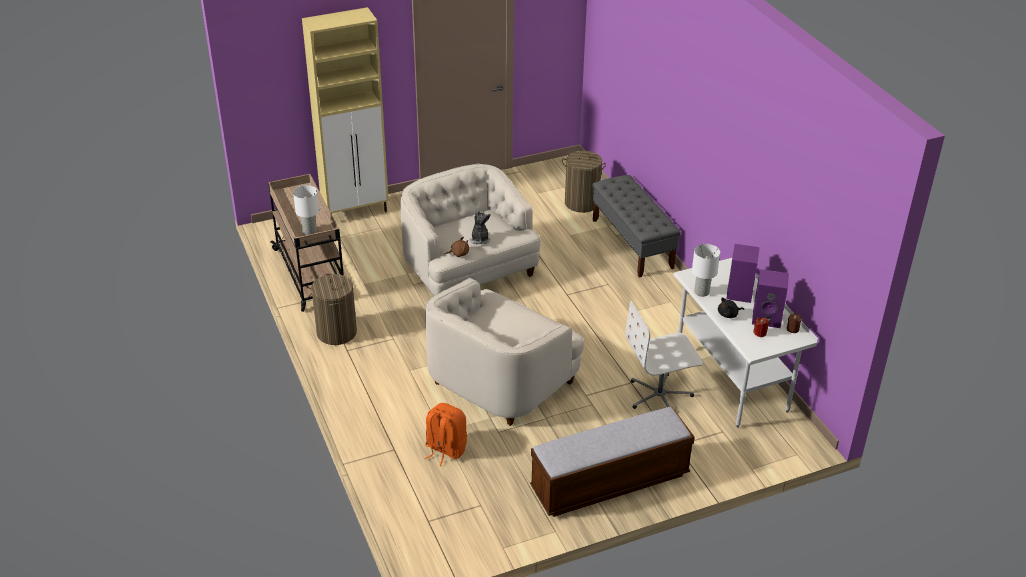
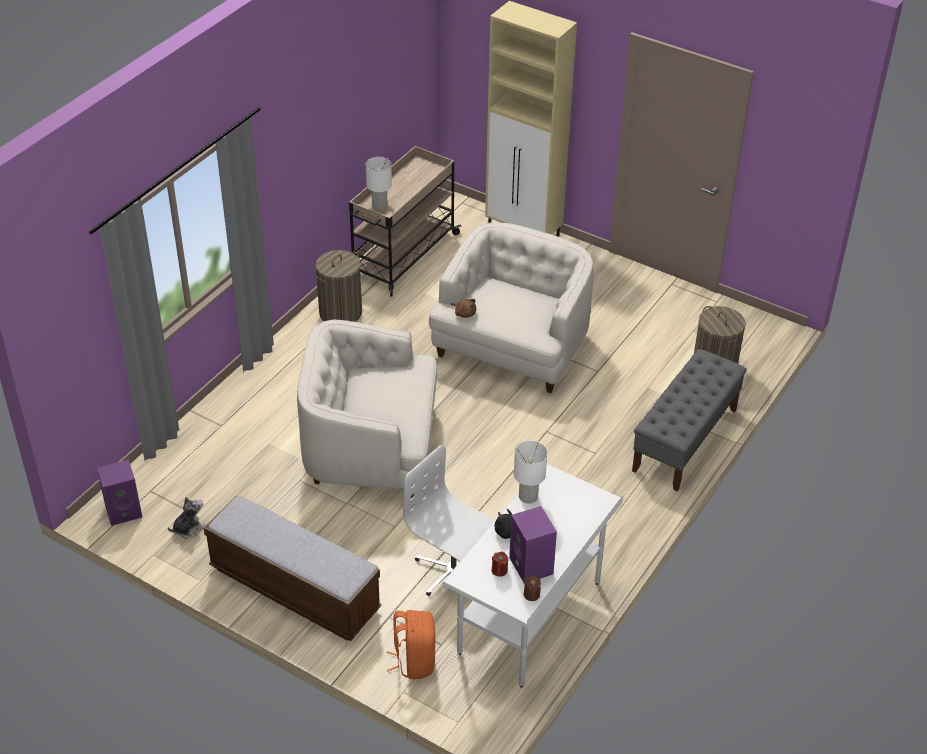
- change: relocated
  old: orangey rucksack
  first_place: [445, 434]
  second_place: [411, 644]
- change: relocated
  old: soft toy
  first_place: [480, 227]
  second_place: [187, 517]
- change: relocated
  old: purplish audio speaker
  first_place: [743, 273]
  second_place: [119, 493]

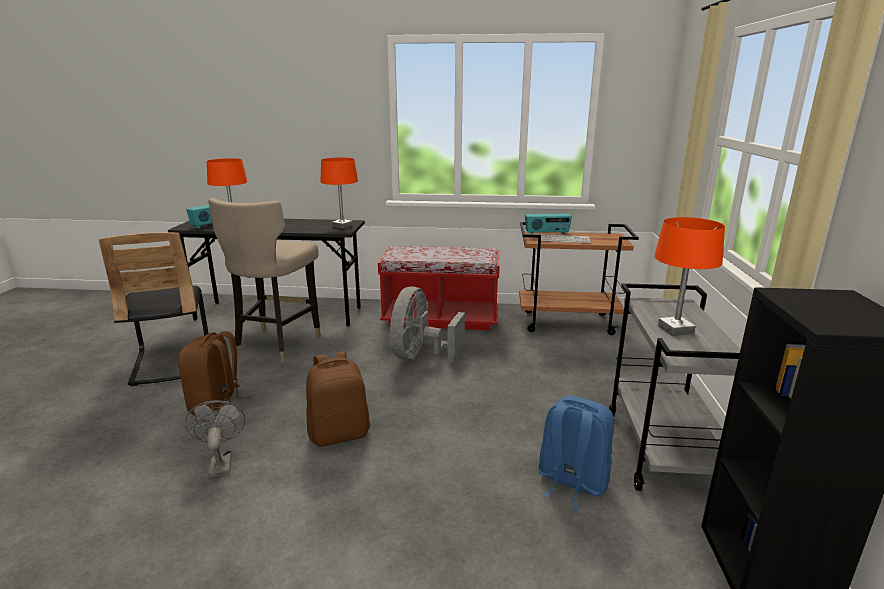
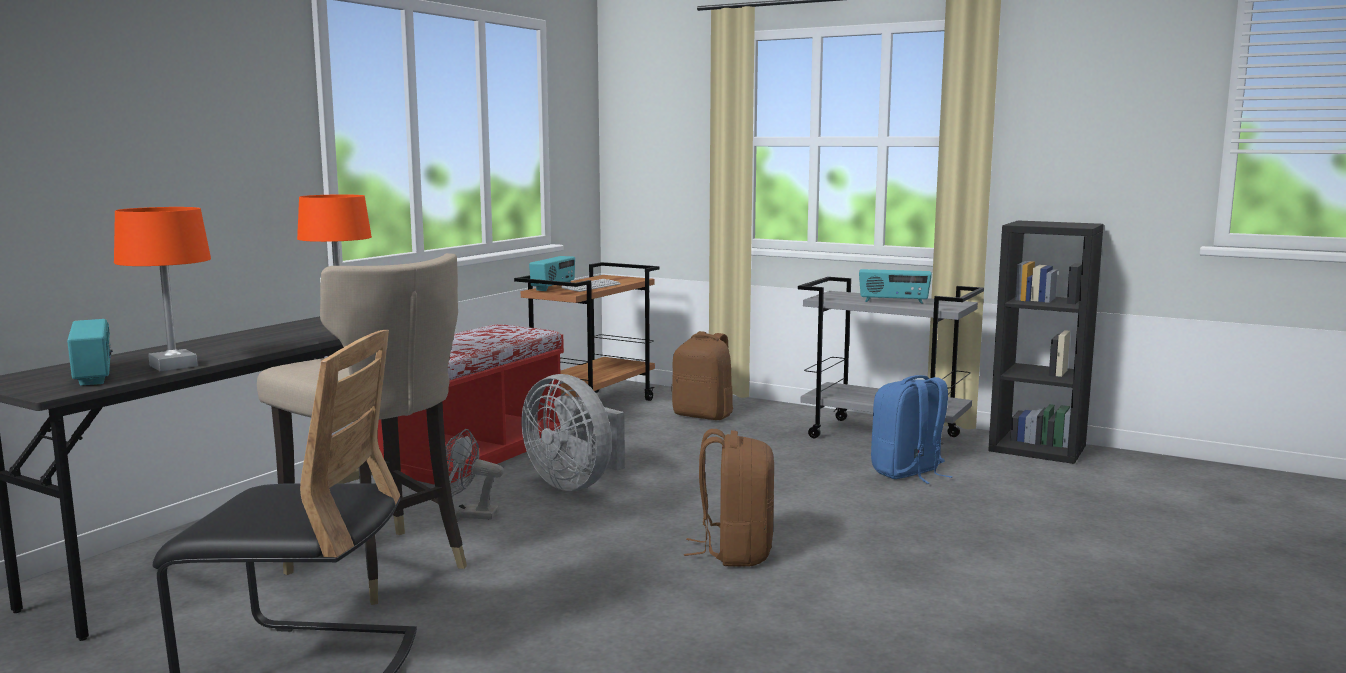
- change: relocated
  old: brown rucksack
  first_place: [215, 373]
  second_place: [702, 375]
- change: relocated
  old: grey cooling fan
  first_place: [215, 438]
  second_place: [475, 474]
- change: exchanged
  old: orangey lamp for a table
  new: radio receiver
  first_place: [689, 276]
  second_place: [895, 286]

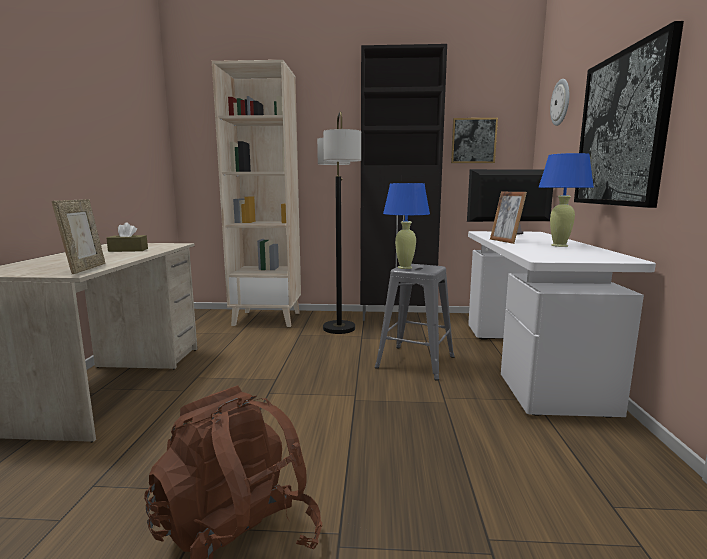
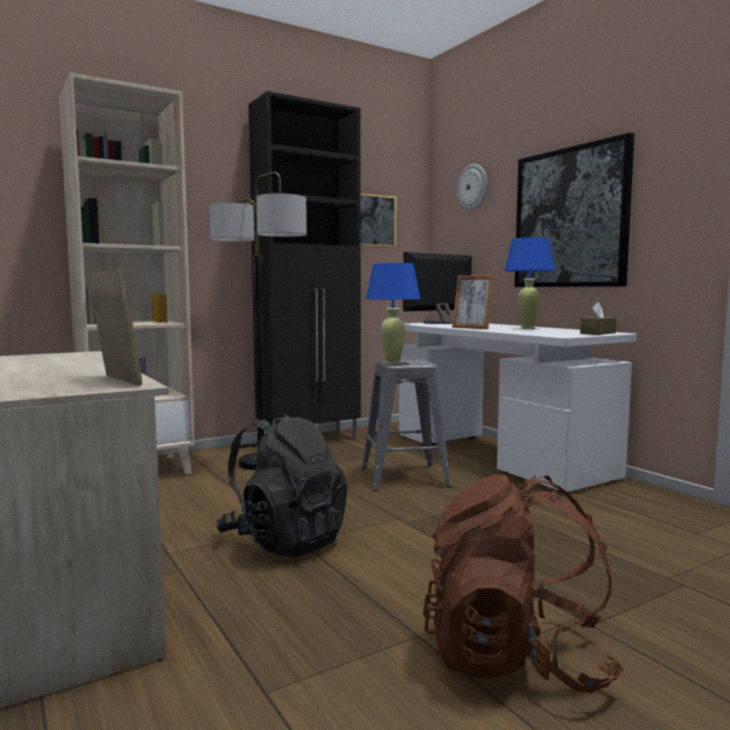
- change: appeared
  new: black-coloured rucksack
  second_place: [282, 486]
- change: relocated
  old: brown tissue box
  first_place: [127, 237]
  second_place: [598, 318]

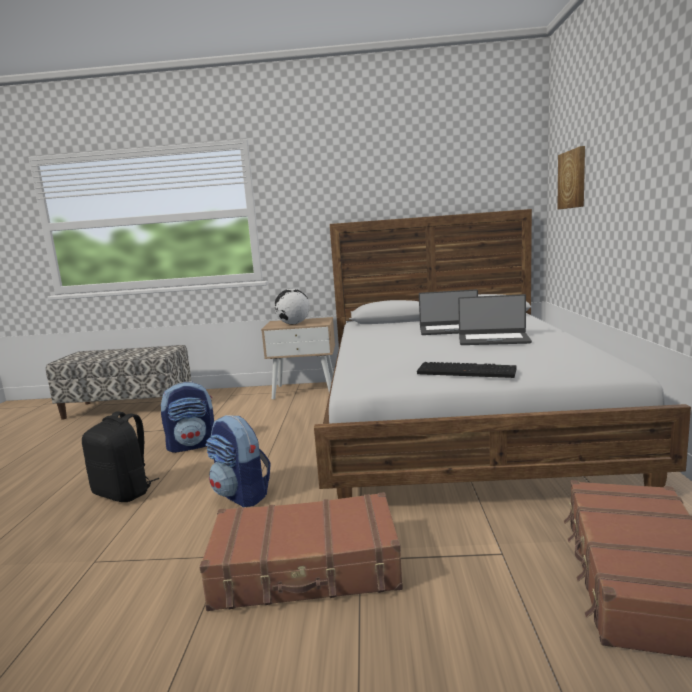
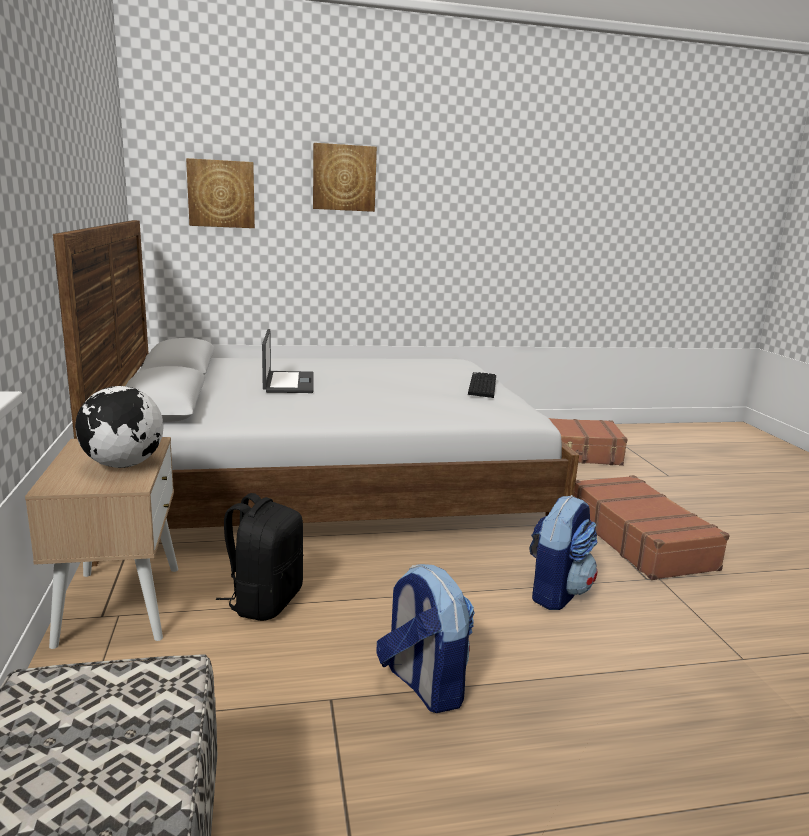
- change: missing
  old: laptop
  first_place: [495, 319]
- change: appeared
  new: wall picture
  second_place: [345, 177]
- change: relocated
  old: black-coloured rucksack
  first_place: [120, 456]
  second_place: [259, 557]

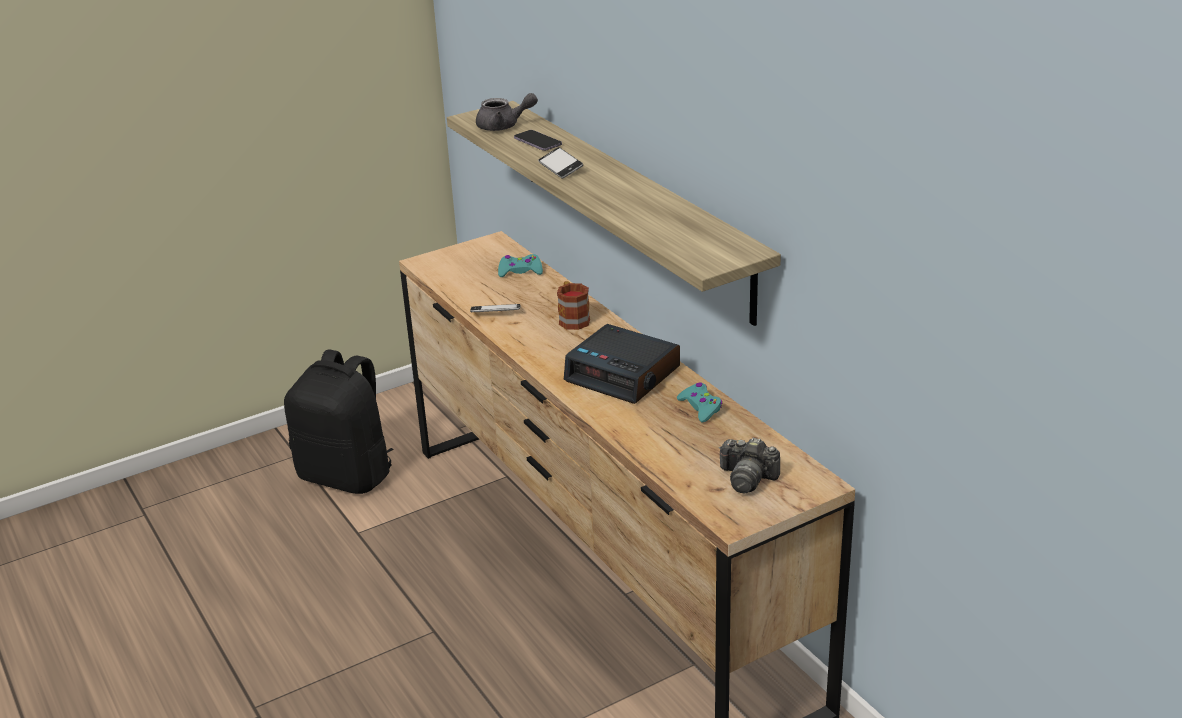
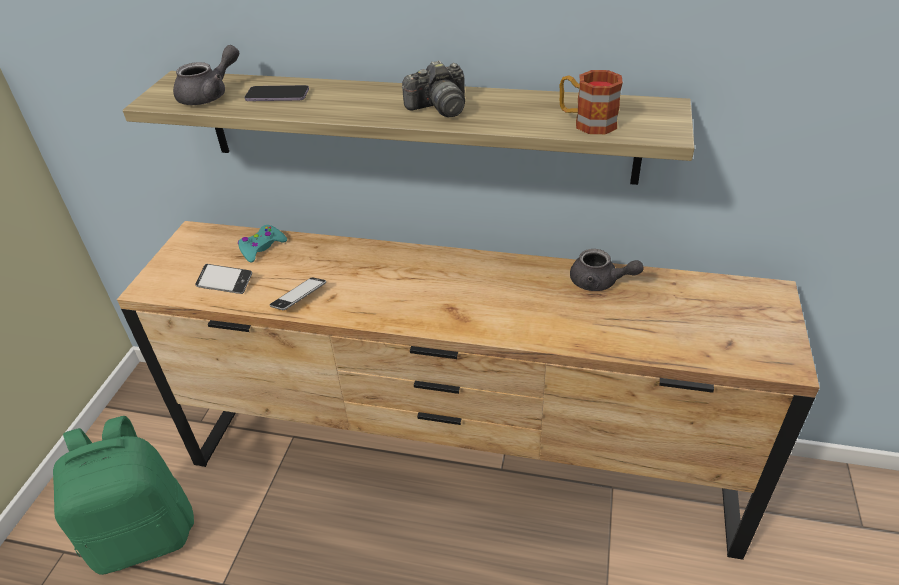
- change: missing
  old: alarm clock
  first_place: [622, 364]
- change: relocated
  old: handset
  first_place: [560, 162]
  second_place: [223, 279]
- change: relocated
  old: mug
  first_place: [573, 305]
  second_place: [591, 102]
- change: relocated
  old: photo camera
  first_place: [749, 465]
  second_place: [433, 88]
- change: exchanged
  old: turquoise gamepad
  new: grey teapot
  first_place: [699, 402]
  second_place: [607, 270]
- change: colour
  old: black-coloured rucksack
  new: greenish rucksack
  first_place: [339, 421]
  second_place: [123, 495]

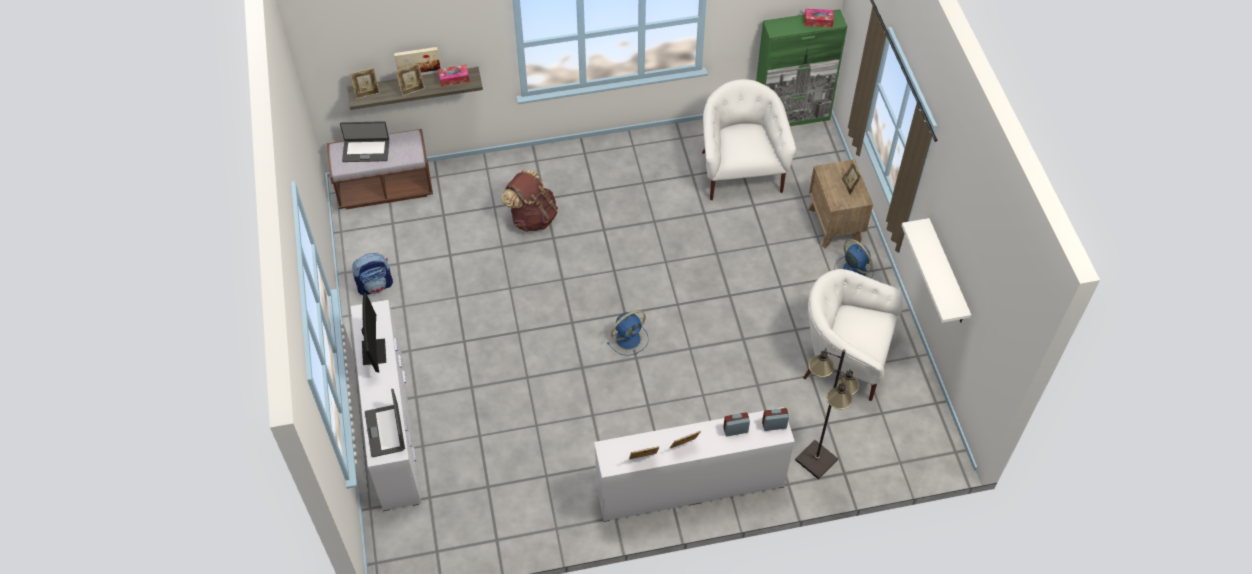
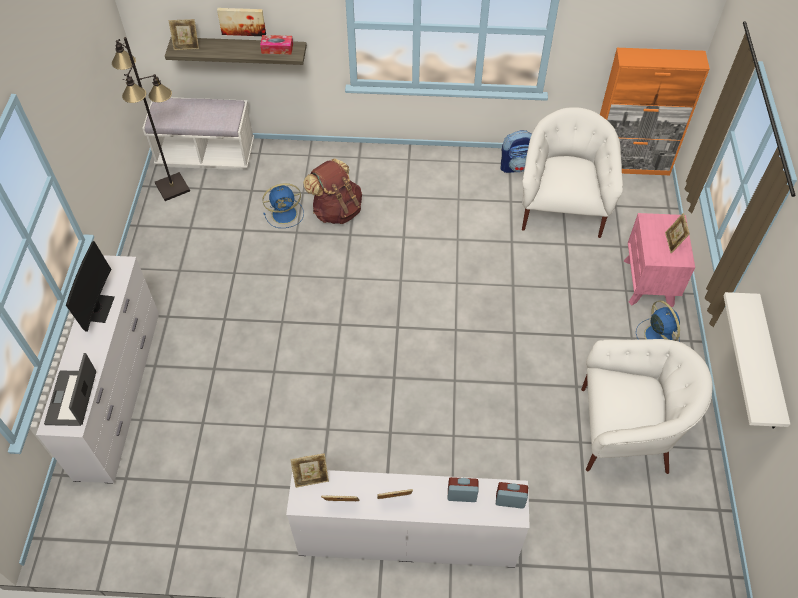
- change: missing
  old: laptop
  first_place: [364, 141]
- change: missing
  old: tissue box
  first_place: [819, 18]
- change: relocated
  old: rucksack
  first_place: [372, 274]
  second_place: [516, 151]
- change: relocated
  old: photo frame
  first_place: [410, 79]
  second_place: [309, 470]
- change: relocated
  old: blue-coloured cooling fan
  first_place: [628, 333]
  second_place: [283, 205]
- change: relocated
  old: black-coloured standing lamp
  first_place: [827, 413]
  second_place: [151, 119]
- change: colour
  old: brown indoor bench
  new: whitish indoor bench
  first_place: [380, 169]
  second_place: [198, 133]
- change: colour
  old: greenish storage cabinet
  new: orangey storage cabinet
  first_place: [802, 67]
  second_place: [655, 111]
- change: colour
  old: brown bedside table
  new: pink-coloured bedside table
  first_place: [840, 203]
  second_place: [659, 260]
- change: spun
  old: whitish armchair
  first_place: [853, 335]
  second_place: [647, 406]
  degrees: 150

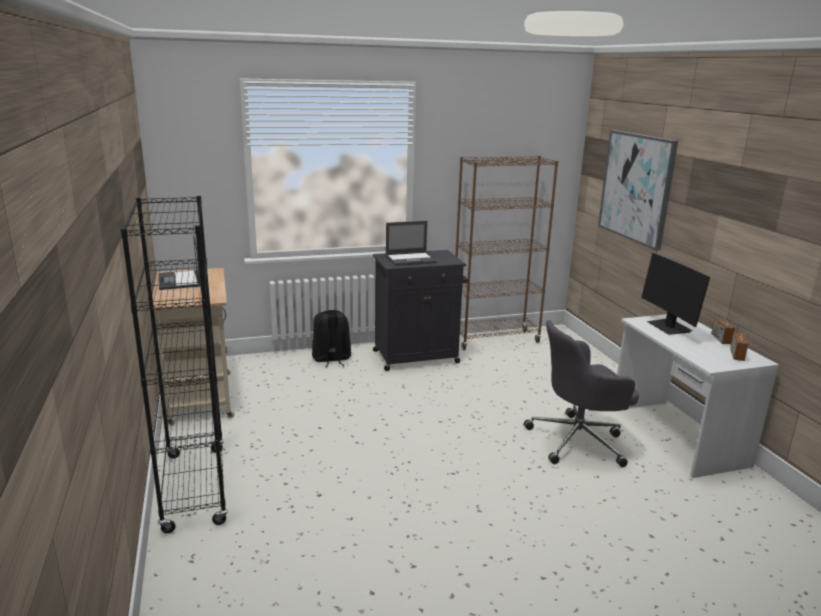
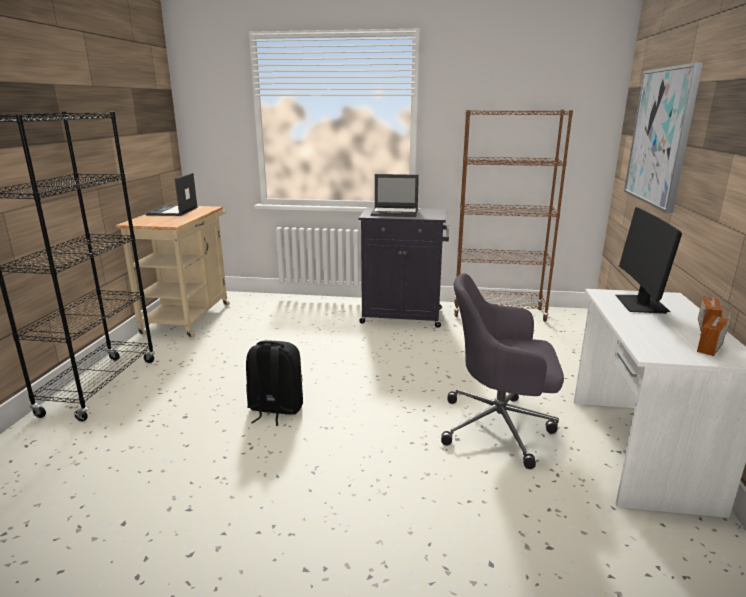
- change: relocated
  old: black-coloured rucksack
  first_place: [331, 339]
  second_place: [274, 383]

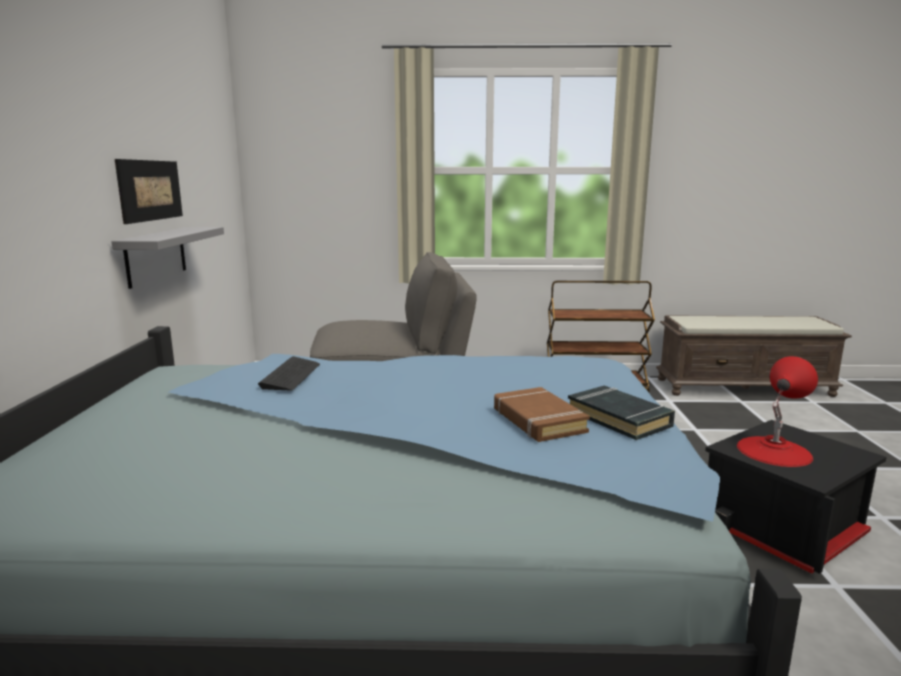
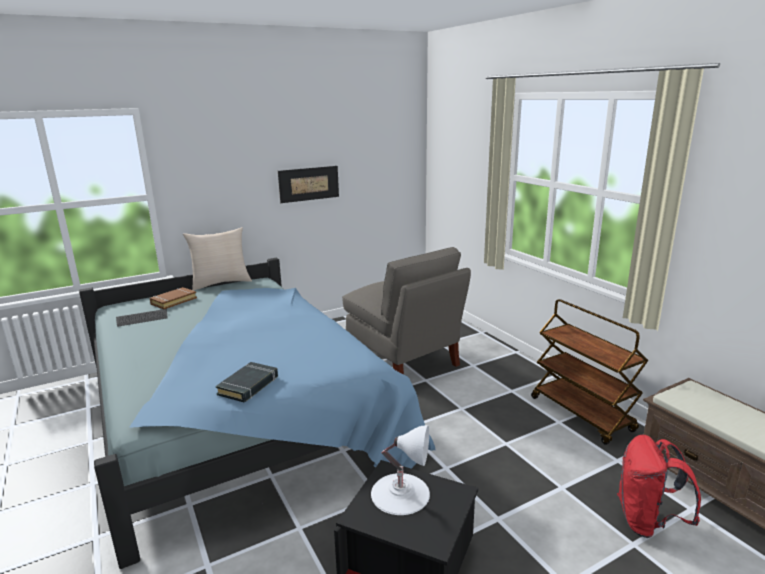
- change: missing
  old: grey wall shelf
  first_place: [167, 258]
- change: appeared
  new: beige throw pillow
  second_place: [217, 259]
- change: appeared
  new: red-coloured rucksack
  second_place: [659, 486]
- change: relocated
  old: PC keyboard
  first_place: [289, 373]
  second_place: [142, 317]
- change: relocated
  old: brown book
  first_place: [542, 414]
  second_place: [173, 298]
- change: colour
  old: red-coloured lamp for a table
  new: whitish lamp for a table
  first_place: [777, 411]
  second_place: [400, 470]

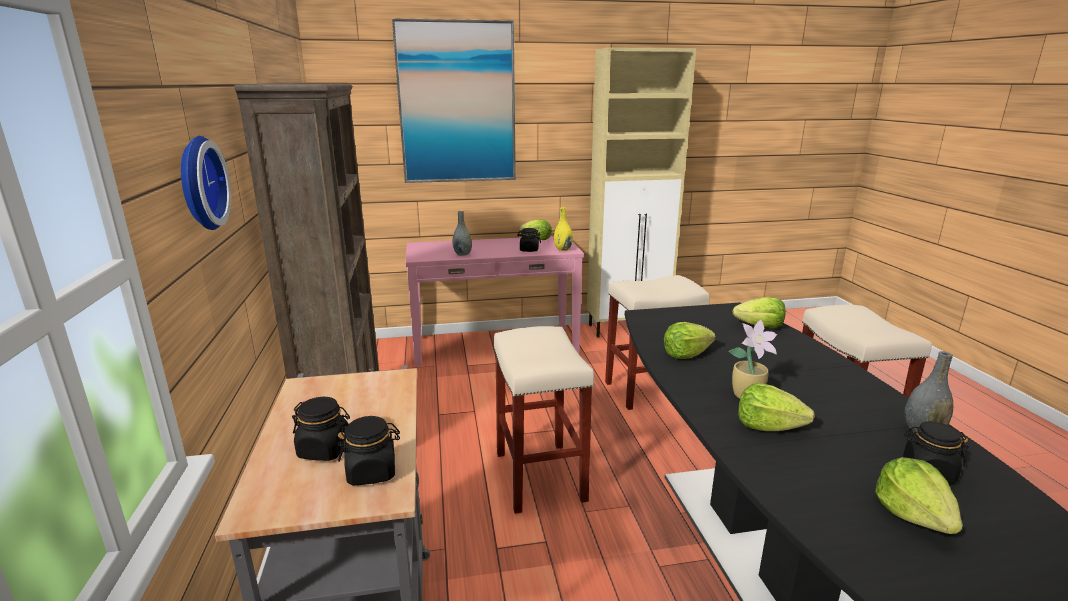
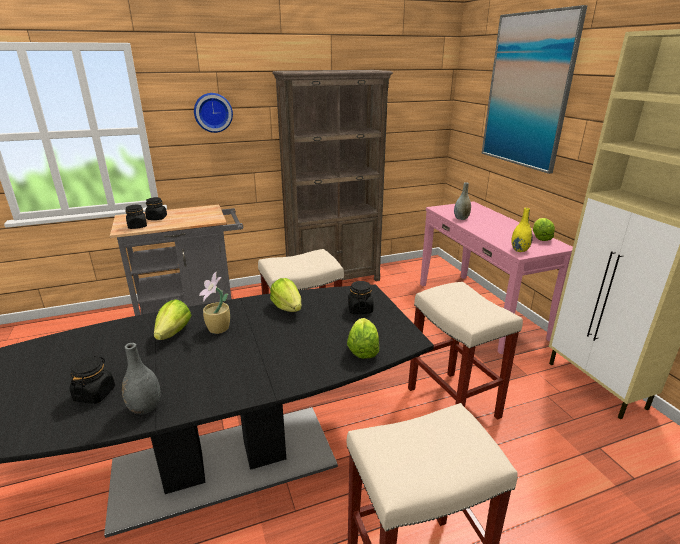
- change: missing
  old: lettuce
  first_place: [919, 495]
- change: relocated
  old: black-coloured storage jar
  first_place: [529, 240]
  second_place: [360, 297]

